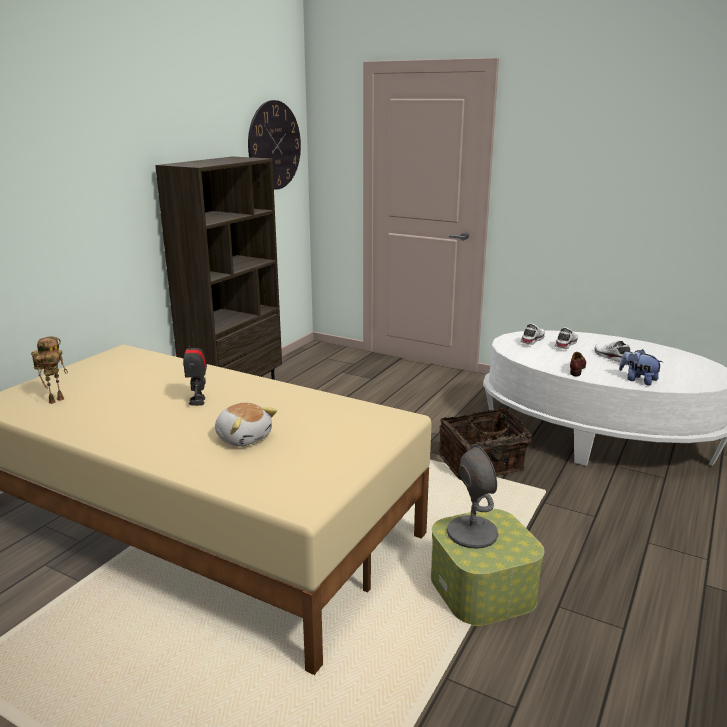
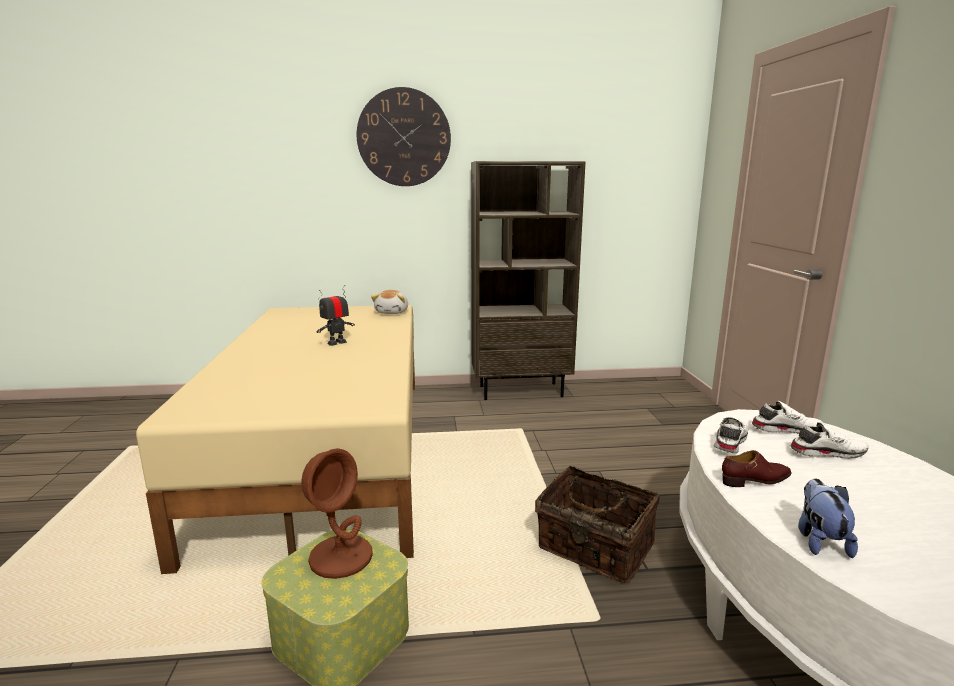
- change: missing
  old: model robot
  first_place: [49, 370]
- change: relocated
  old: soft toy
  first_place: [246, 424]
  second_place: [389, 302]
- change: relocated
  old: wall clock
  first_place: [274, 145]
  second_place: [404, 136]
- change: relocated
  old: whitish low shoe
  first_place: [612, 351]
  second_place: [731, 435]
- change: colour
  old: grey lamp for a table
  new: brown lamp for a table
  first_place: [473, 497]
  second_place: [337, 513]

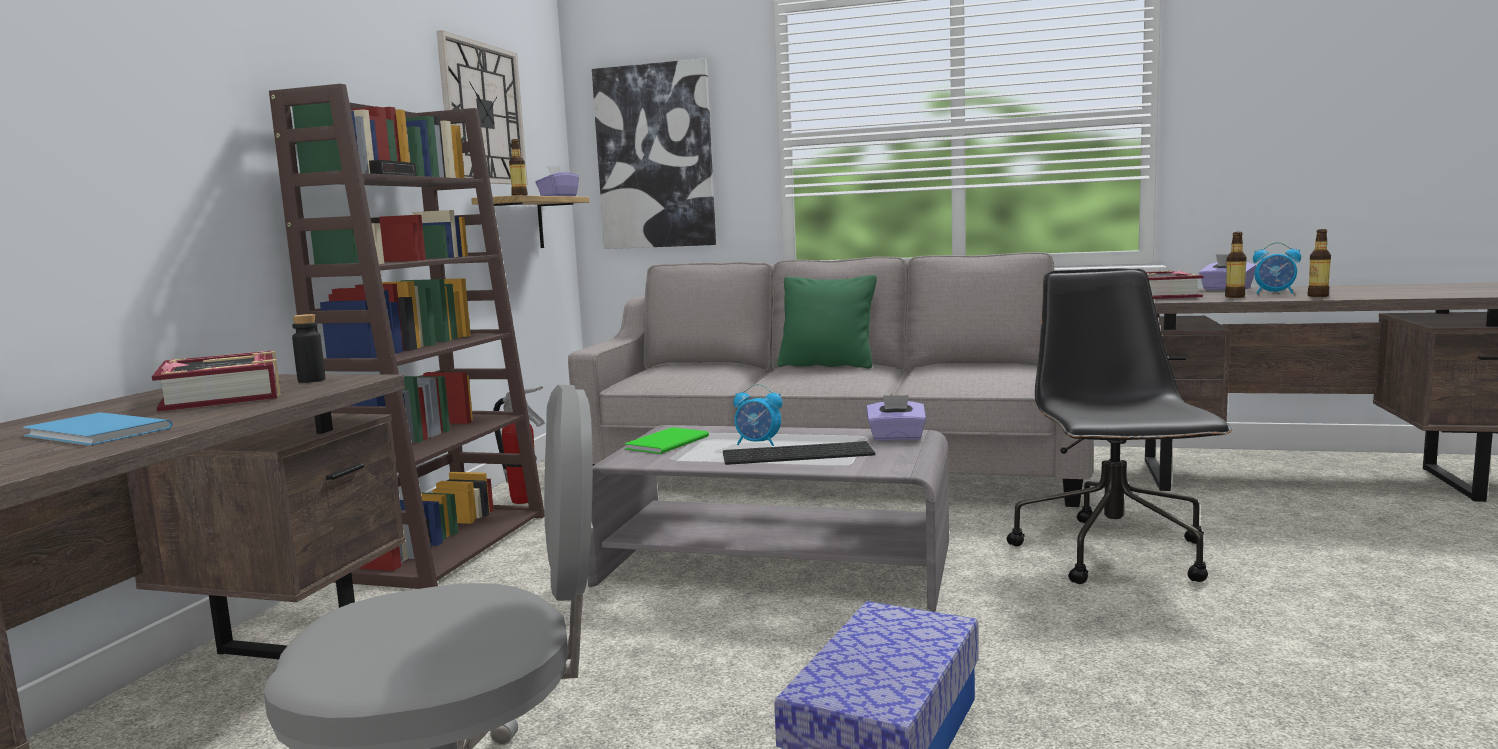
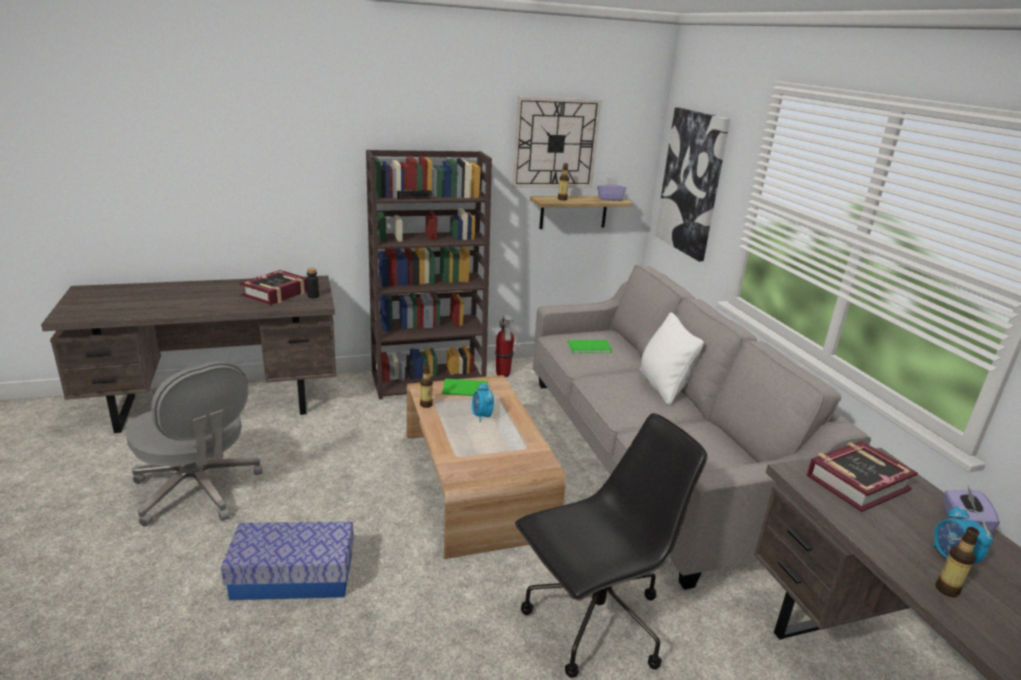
- change: missing
  old: blue-coloured book
  first_place: [98, 429]
- change: missing
  old: PC keyboard
  first_place: [799, 453]
- change: missing
  old: purplish tissue box
  first_place: [896, 418]
- change: appeared
  new: greenish book
  second_place: [590, 346]
- change: relocated
  old: bottle
  first_place: [1236, 265]
  second_place: [426, 386]
- change: colour
  old: grey lounge table
  new: brown lounge table
  first_place: [768, 518]
  second_place: [486, 467]
- change: colour
  old: greenish throw pillow
  new: whitish throw pillow
  first_place: [827, 322]
  second_place: [672, 358]

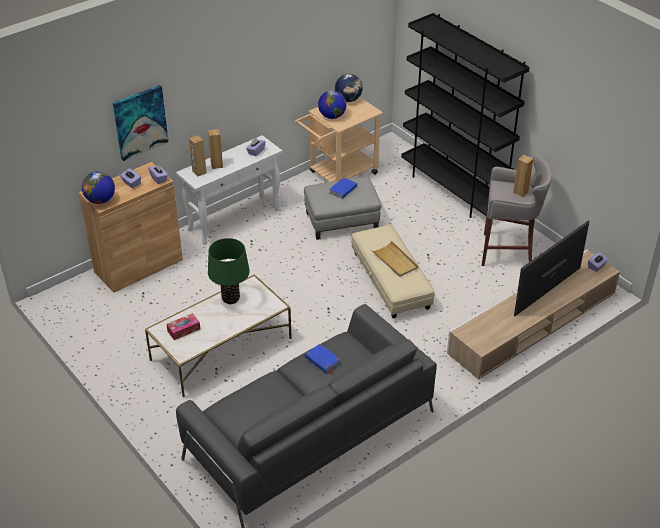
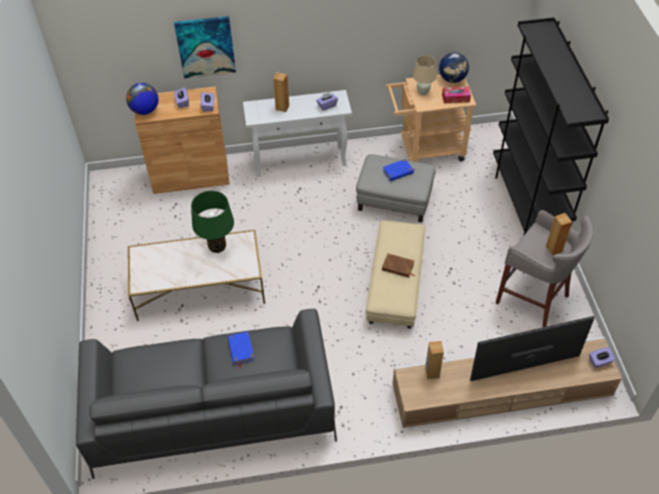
- change: relocated
  old: tissue box
  first_place: [183, 326]
  second_place: [456, 94]
- change: relocated
  old: brown audio speaker
  first_place: [198, 155]
  second_place: [434, 360]
- change: exchanged
  old: globe
  new: beige lamp for a table
  first_place: [332, 104]
  second_place: [425, 75]
- change: exchanged
  old: beige tray
  new: brown book
  first_place: [394, 259]
  second_place: [398, 266]

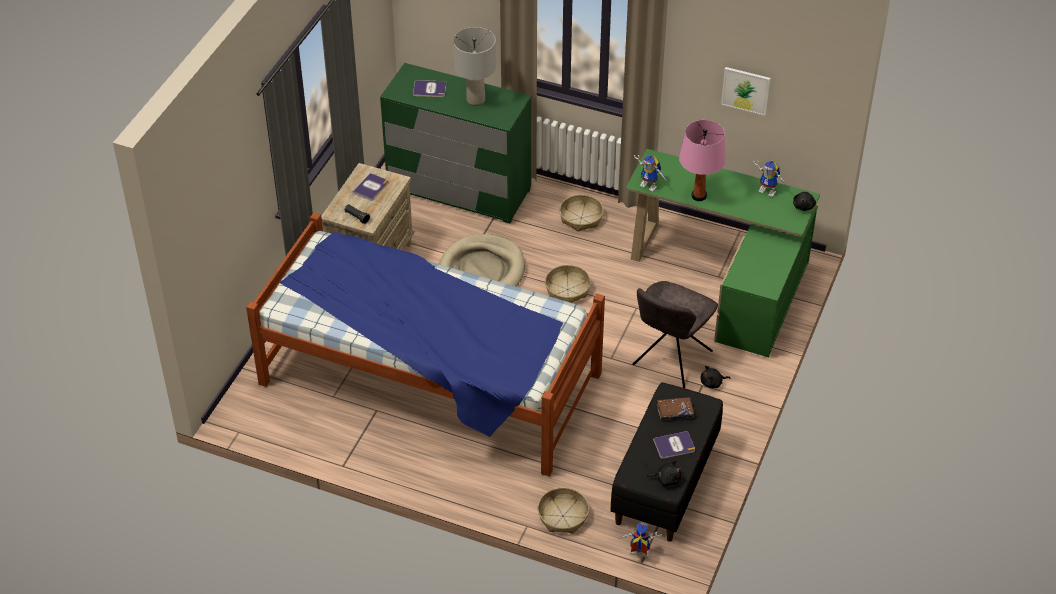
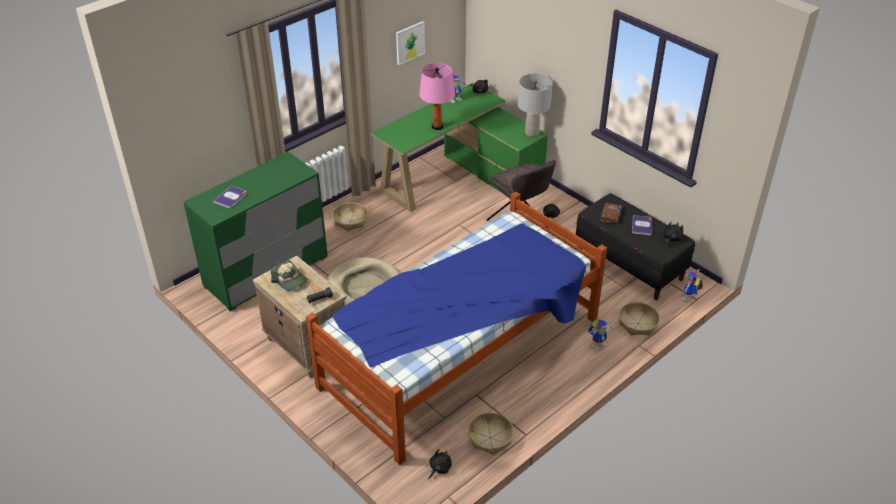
- change: appeared
  new: black-coloured soft toy
  second_place: [440, 464]
- change: relocated
  old: grey lamp for a table
  first_place: [474, 66]
  second_place: [535, 106]
- change: relocated
  old: basket
  first_place: [568, 284]
  second_place: [491, 433]
- change: relocated
  old: model robot
  first_place: [651, 173]
  second_place: [601, 334]
- change: exchanged
  old: book
  new: baseball cap
  first_place: [370, 186]
  second_place: [289, 275]

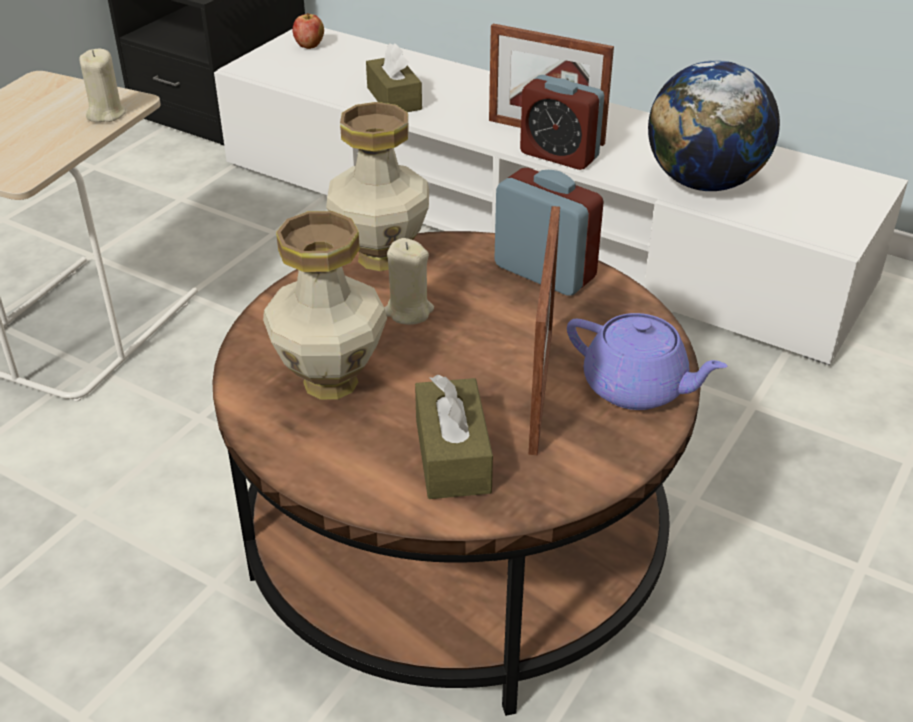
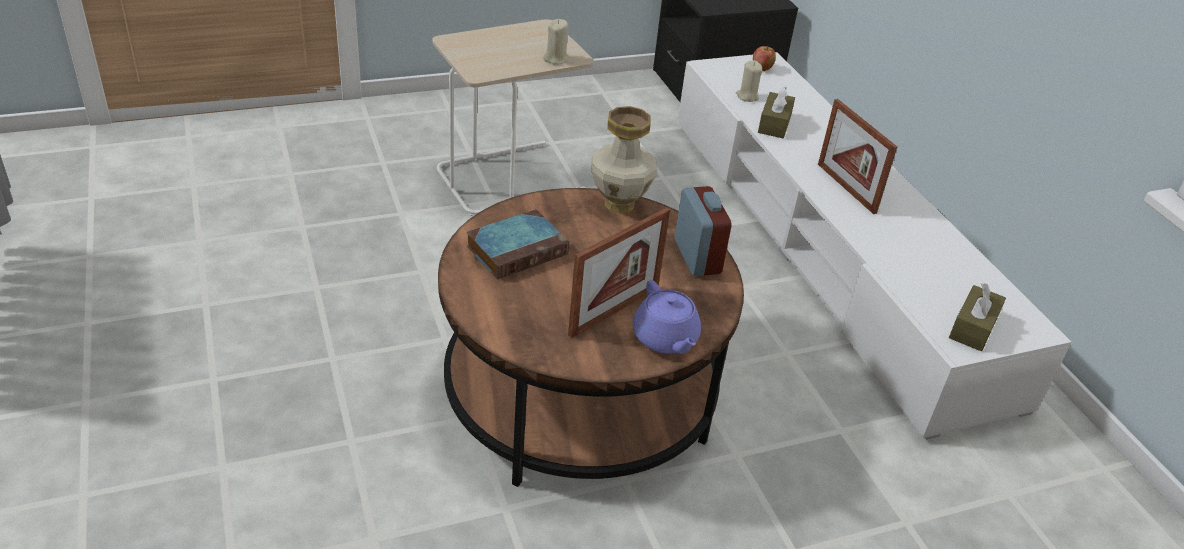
- change: missing
  old: alarm clock
  first_place: [562, 122]
- change: missing
  old: globe
  first_place: [714, 125]
- change: relocated
  old: beige wax candle
  first_place: [409, 281]
  second_place: [749, 81]
- change: relocated
  old: brown tissue box
  first_place: [454, 437]
  second_place: [977, 317]
- change: exchanged
  old: flower vase
  new: book
  first_place: [325, 305]
  second_place: [518, 244]

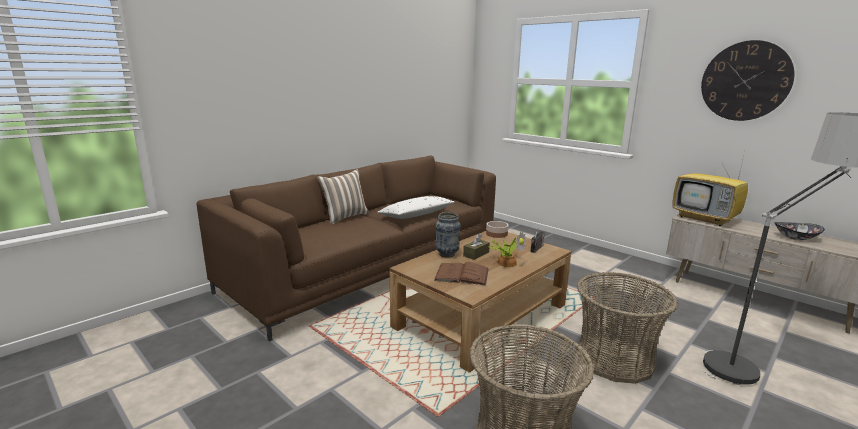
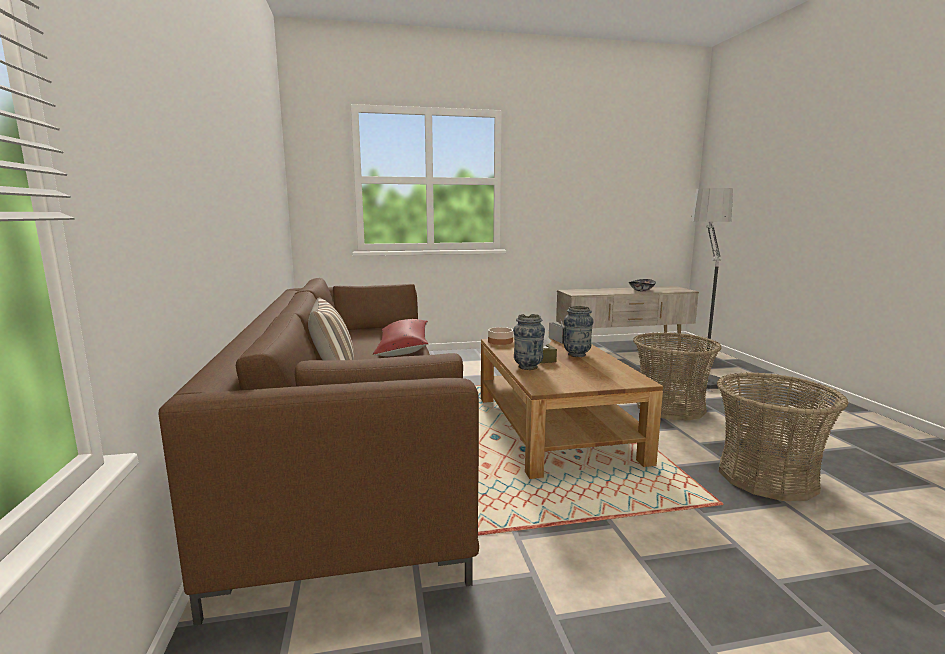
- change: missing
  old: brown book
  first_place: [461, 274]
- change: missing
  old: TV set
  first_place: [710, 189]
- change: missing
  old: wall clock
  first_place: [748, 80]
- change: exchanged
  old: plant in a pot
  new: flower vase
  first_place: [507, 249]
  second_place: [579, 331]
- change: colour
  old: whitish throw pillow
  new: red-coloured throw pillow
  first_place: [416, 207]
  second_place: [400, 337]

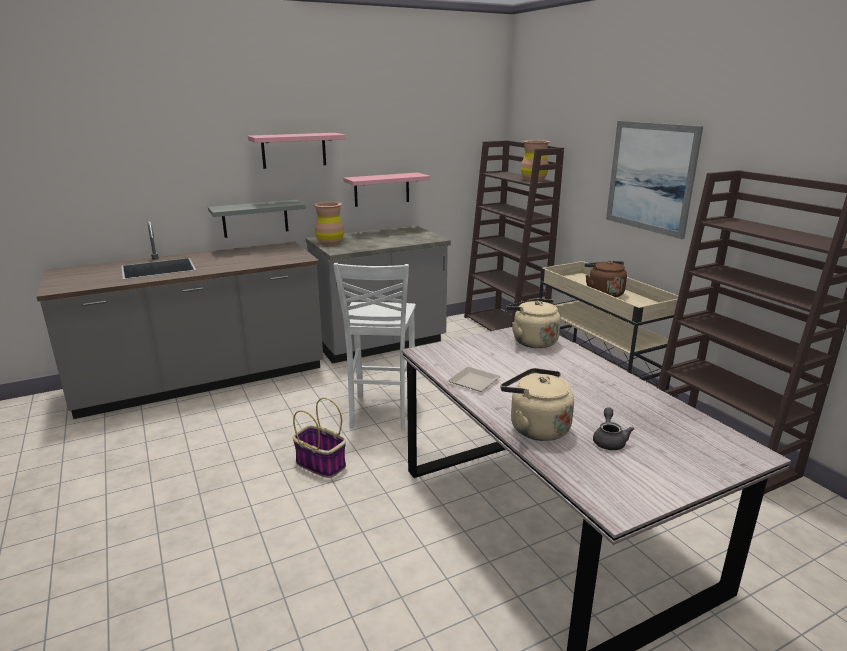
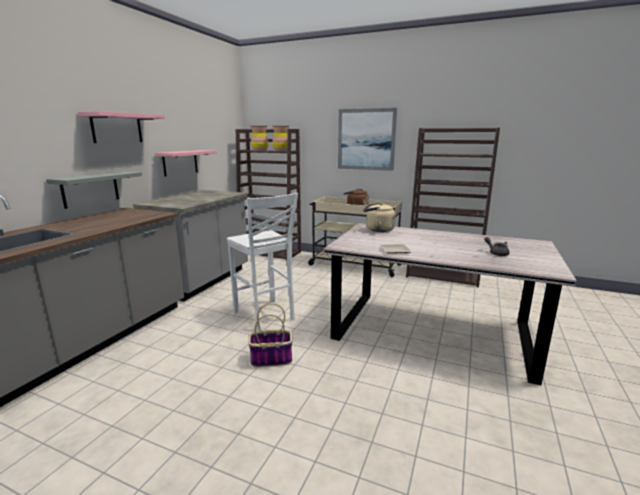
- change: missing
  old: beige kettle
  first_place: [537, 404]
- change: relocated
  old: brown flower vase
  first_place: [329, 224]
  second_place: [259, 138]

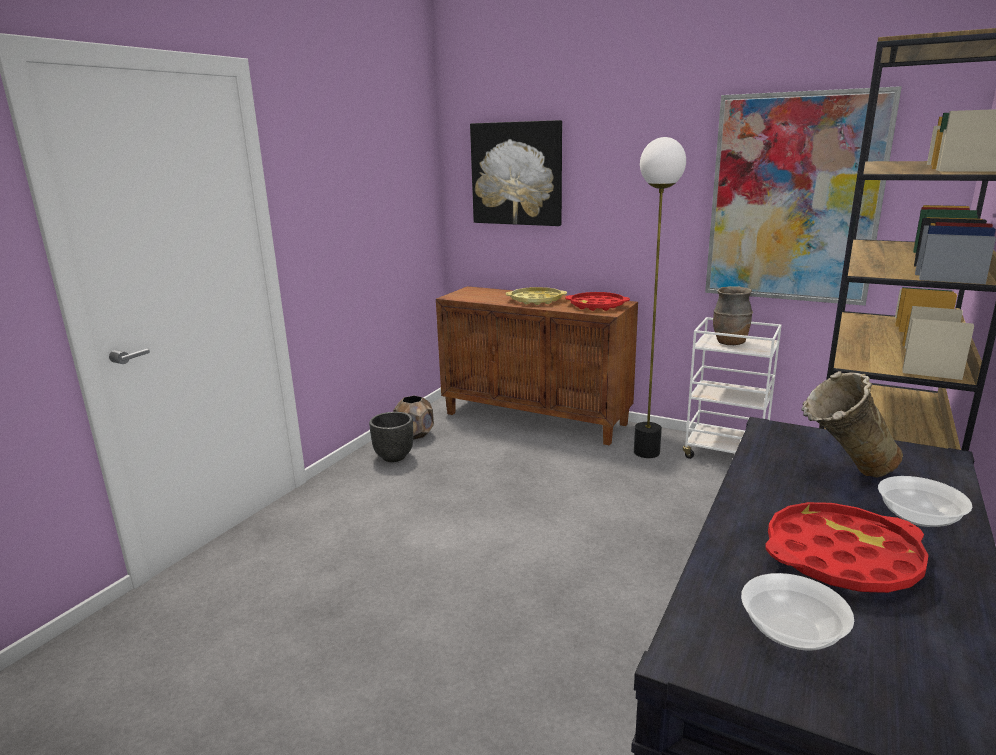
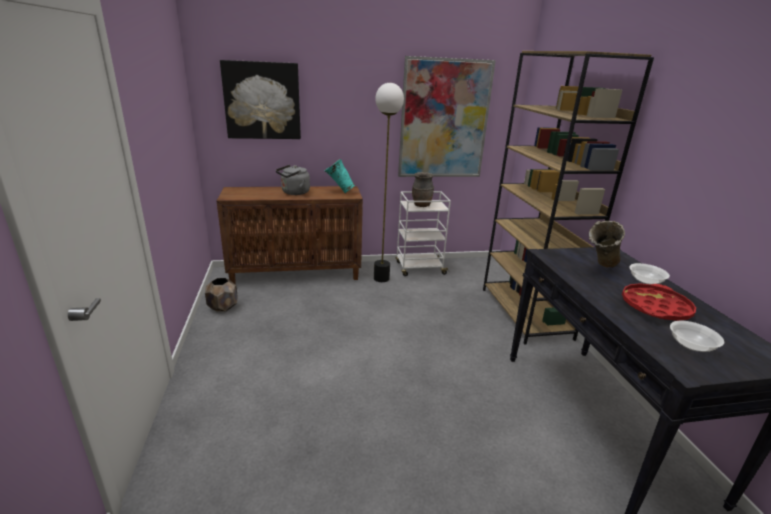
- change: missing
  old: black-coloured plant pot
  first_place: [391, 437]
- change: exchanged
  old: yellowish tray
  new: grey kettle
  first_place: [536, 296]
  second_place: [293, 180]
- change: exchanged
  old: red-coloured tray
  new: turquoise flower vase
  first_place: [597, 301]
  second_place: [339, 176]

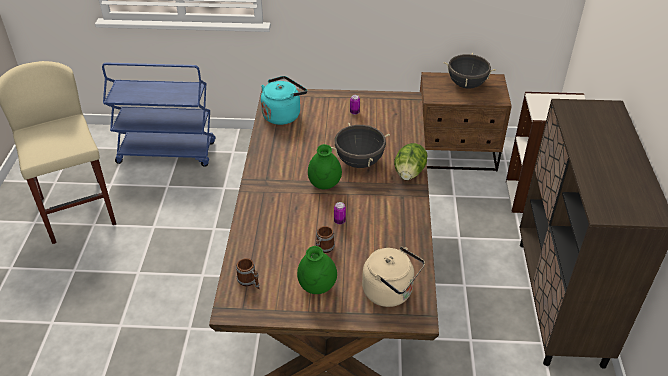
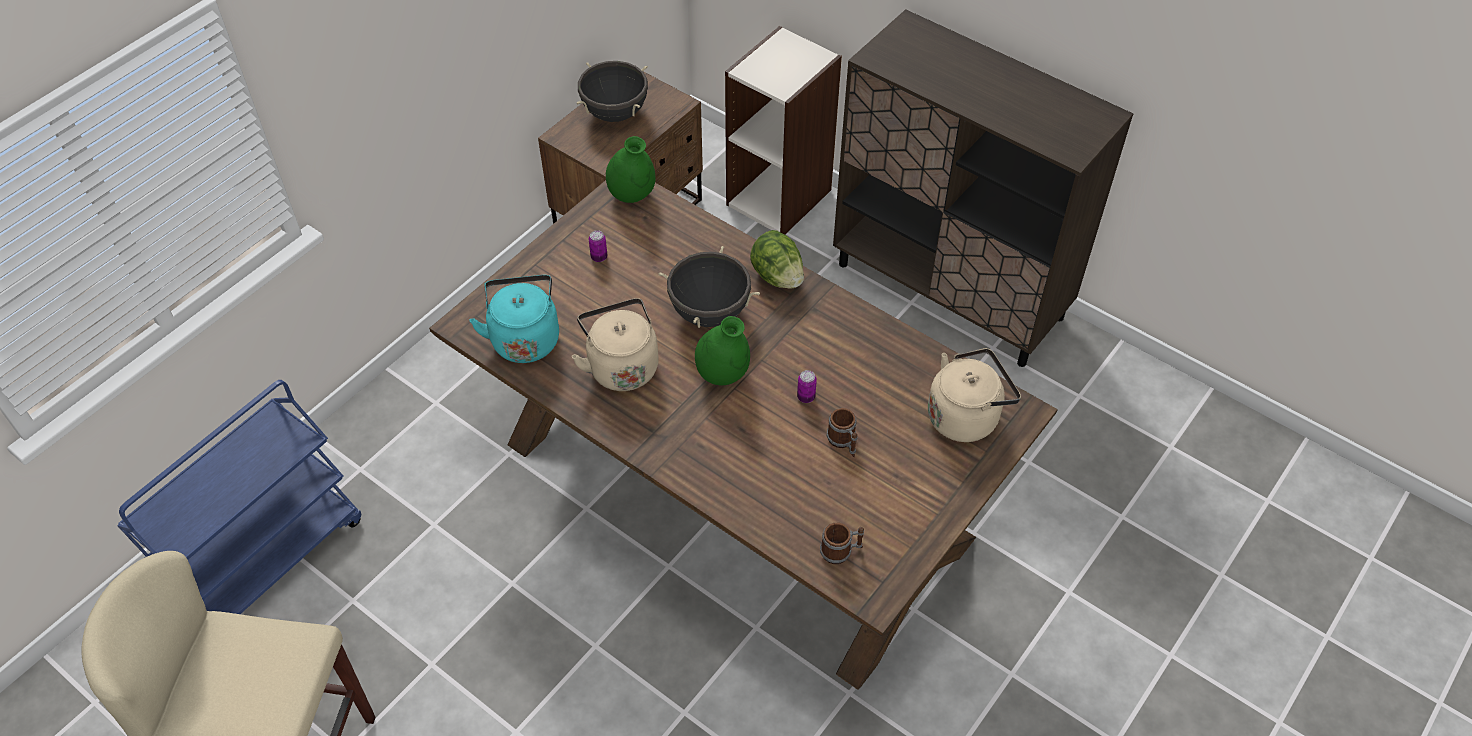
- change: appeared
  new: beige kettle
  second_place: [615, 344]
- change: relocated
  old: greenish flower vase
  first_place: [317, 270]
  second_place: [631, 169]

